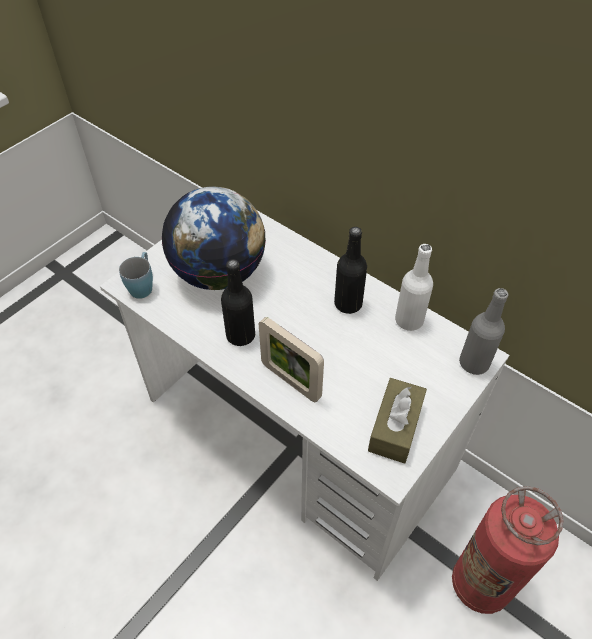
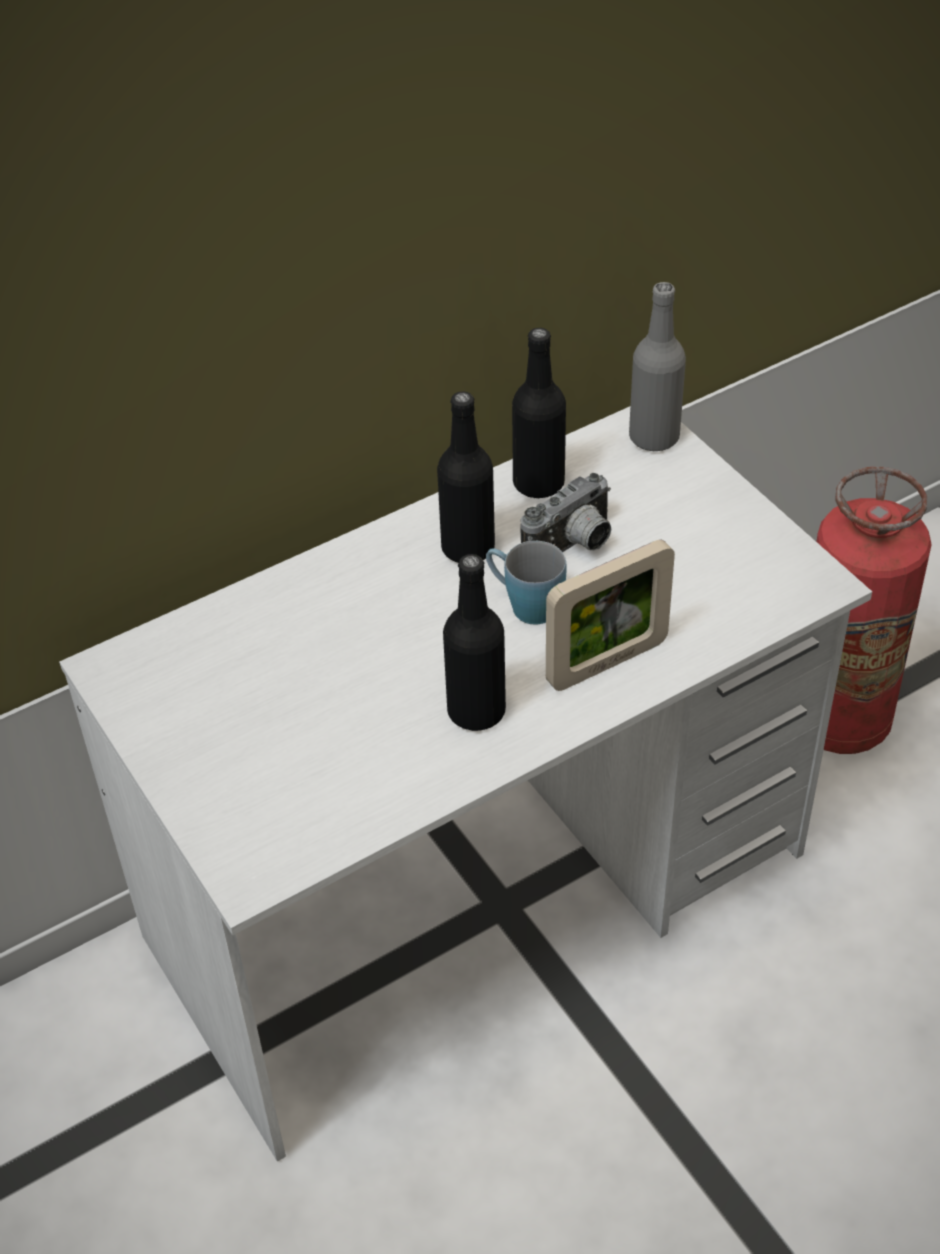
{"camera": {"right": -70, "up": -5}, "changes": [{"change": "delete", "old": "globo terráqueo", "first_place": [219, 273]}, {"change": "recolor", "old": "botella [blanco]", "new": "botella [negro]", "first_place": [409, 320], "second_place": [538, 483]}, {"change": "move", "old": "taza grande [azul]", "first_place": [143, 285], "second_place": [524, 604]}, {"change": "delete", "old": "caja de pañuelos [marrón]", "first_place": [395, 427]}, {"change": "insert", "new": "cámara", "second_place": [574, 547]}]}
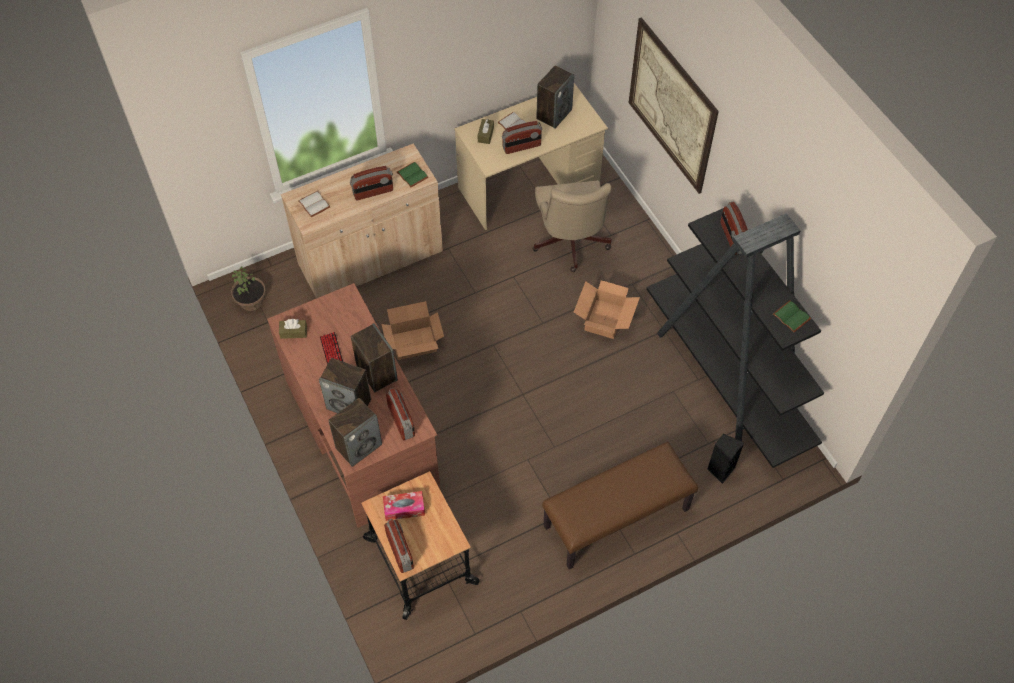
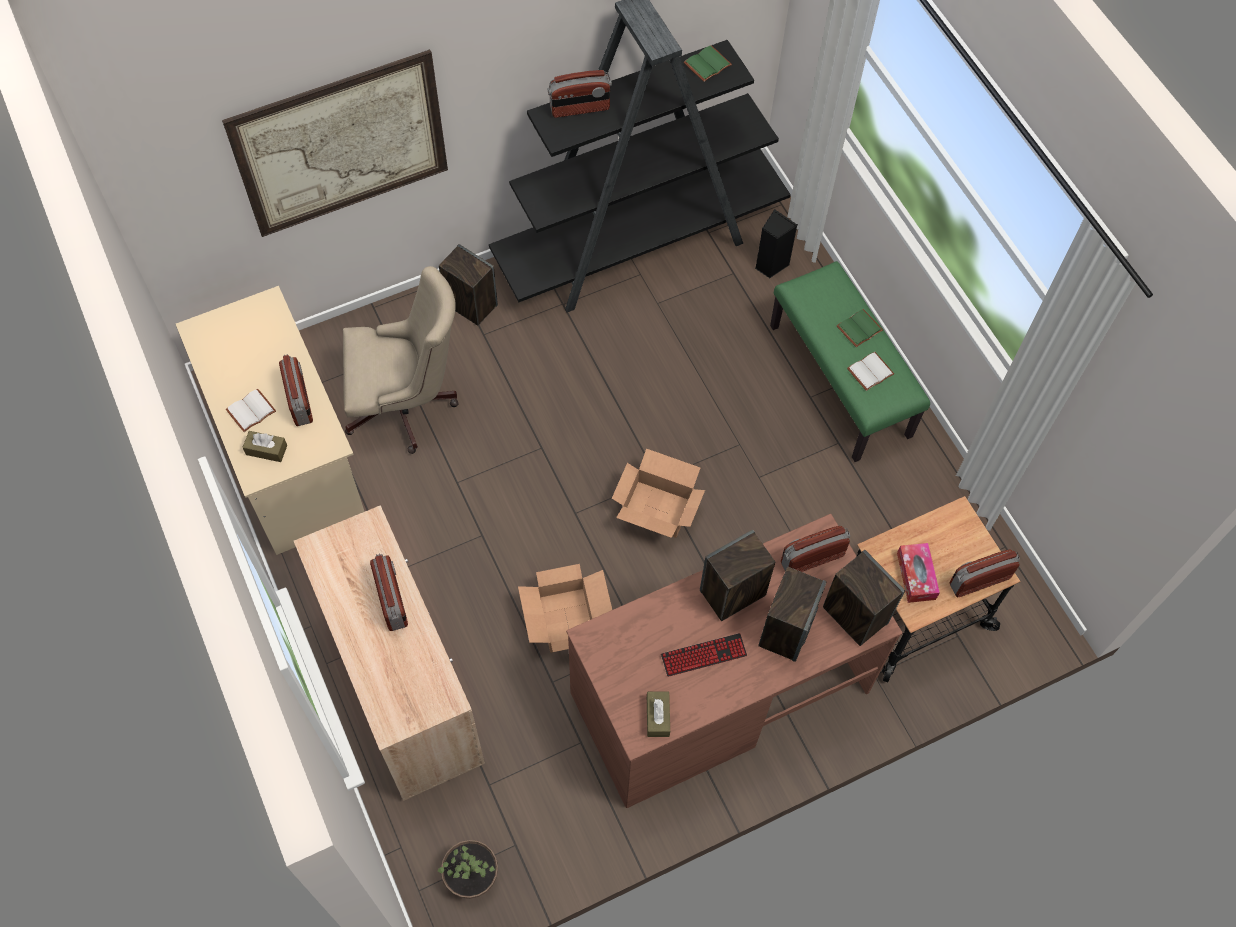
{"camera": {"right": -90, "up": 5}, "changes": [{"change": "move", "old": "altavoz", "first_place": [554, 114], "second_place": [470, 305]}, {"change": "move", "old": "libro [verde]", "first_place": [411, 175], "second_place": [859, 330]}, {"change": "move", "old": "libro [blanco]", "first_place": [315, 204], "second_place": [870, 370]}, {"change": "move", "old": "caja de cartón", "first_place": [604, 319], "second_place": [657, 510]}, {"change": "recolor", "old": "banco [marrón]", "new": "banco [verde]", "first_place": [616, 519], "second_place": [841, 381]}]}
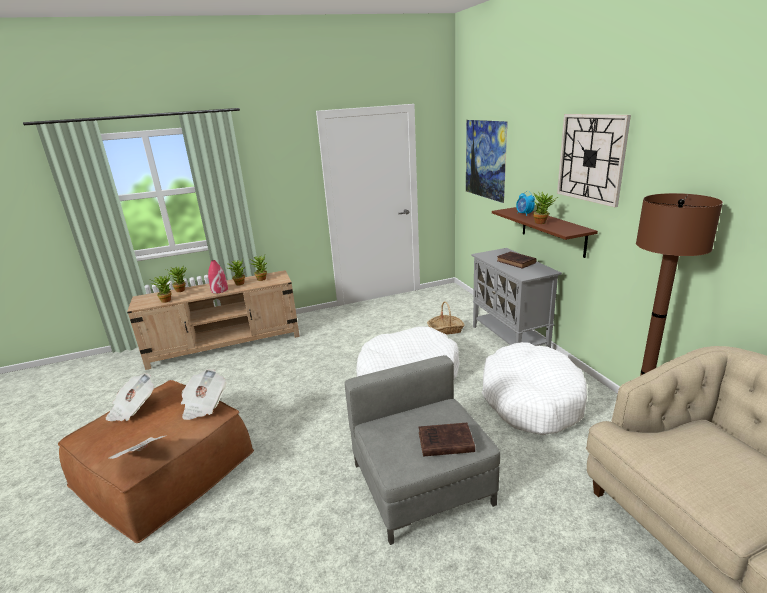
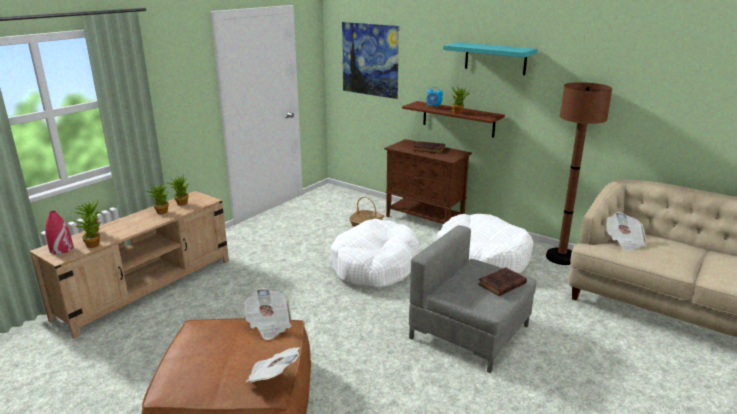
{"camera": {"right": -35, "up": 0}, "changes": [{"change": "replace", "old": "reloj de pared", "new": "estante [turquesa]", "first_place": [591, 158], "second_place": [495, 58]}, {"change": "recolor", "old": "armario [gris]", "new": "armario [marrón]", "first_place": [510, 339], "second_place": [425, 219]}, {"change": "move", "old": "florero [rojo]", "first_place": [219, 290], "second_place": [61, 249]}, {"change": "move", "old": "periódico", "first_place": [133, 409], "second_place": [624, 242]}]}
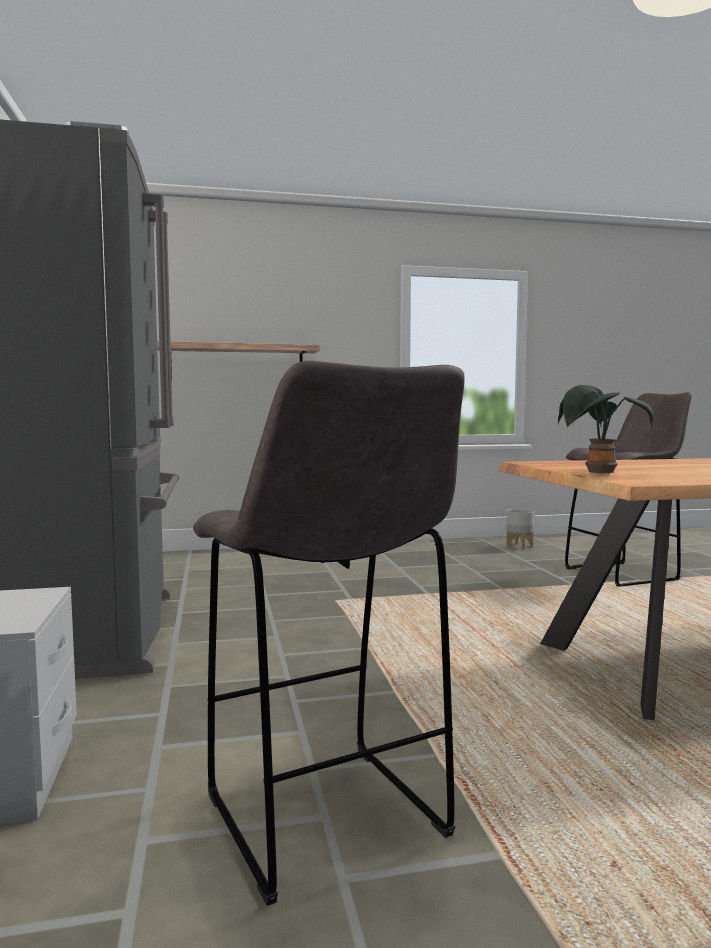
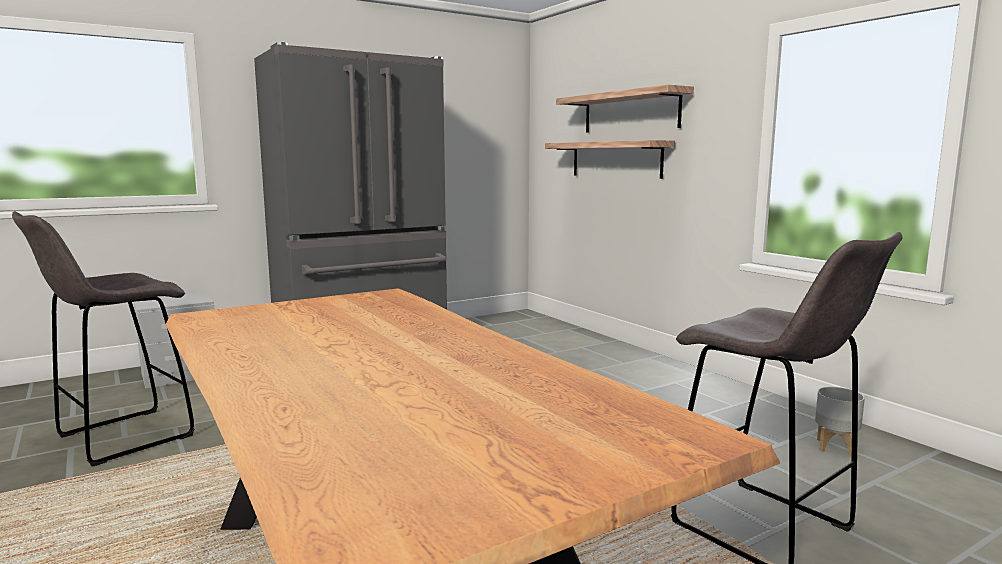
{"camera": {"right": 70, "up": 5}, "changes": [{"change": "delete", "old": "planta en maceta", "first_place": [599, 473]}, {"change": "insert", "new": "estante", "second_place": [630, 112]}]}
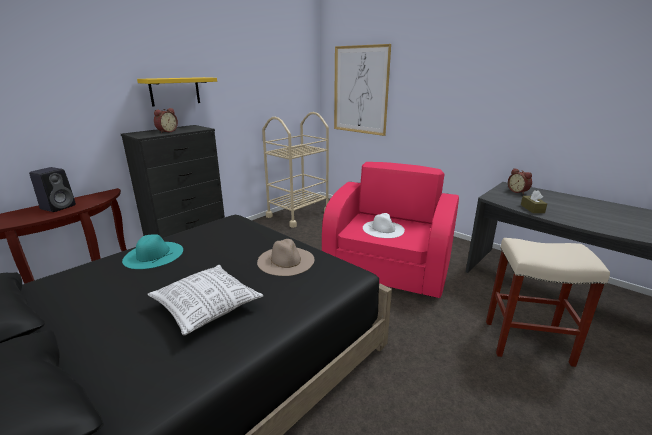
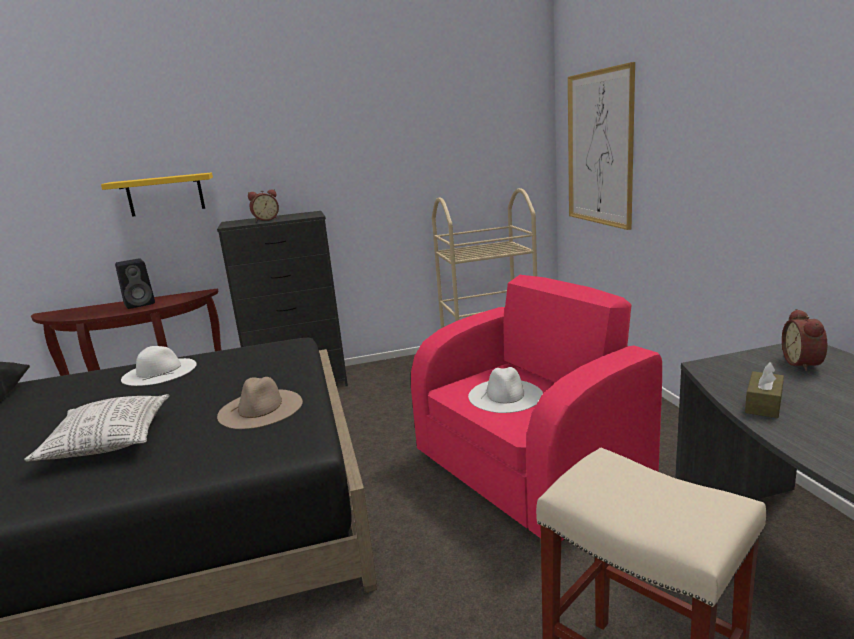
{"camera": {"right": 35, "up": -5}, "changes": [{"change": "move", "old": "estante [amarillo]", "first_place": [175, 91], "second_place": [165, 194]}, {"change": "recolor", "old": "sombrero [turquesa]", "new": "sombrero [blanco]", "first_place": [153, 255], "second_place": [159, 371]}]}
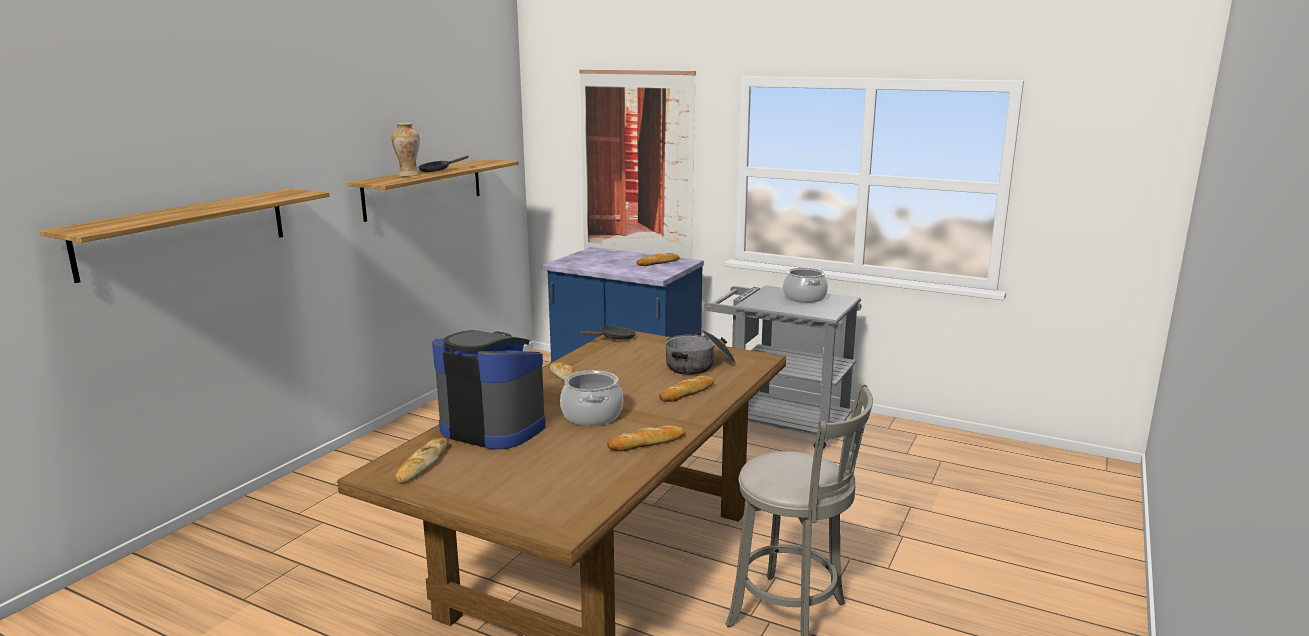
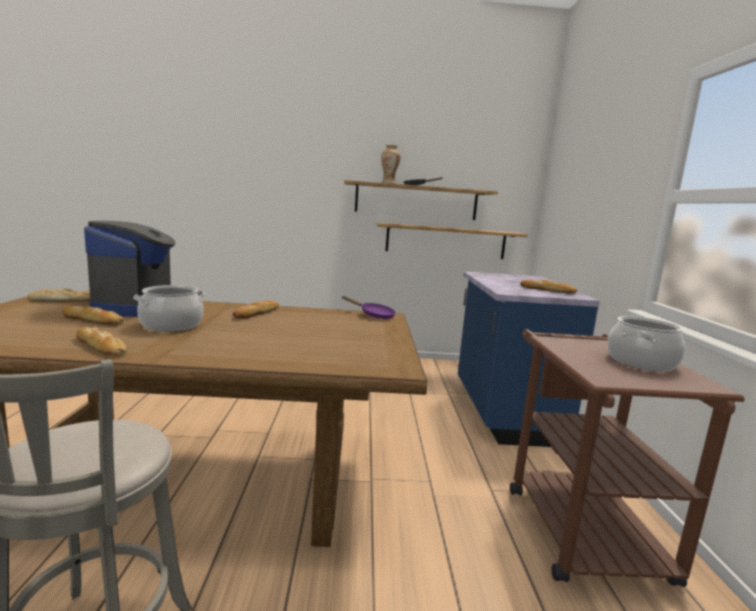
{"camera": {"right": 60, "up": -5}, "changes": [{"change": "delete", "old": "cuadro", "first_place": [636, 169]}, {"change": "move", "old": "estante", "first_place": [185, 232], "second_place": [445, 241]}, {"change": "recolor", "old": "carrito [gris]", "new": "carrito [marrón]", "first_place": [779, 424], "second_place": [577, 522]}, {"change": "recolor", "old": "sartén [negro]", "new": "sartén [morado]", "first_place": [614, 338], "second_place": [373, 315]}, {"change": "delete", "old": "olla", "first_place": [699, 366]}, {"change": "move", "old": "pan", "first_place": [687, 393], "second_place": [92, 320]}]}
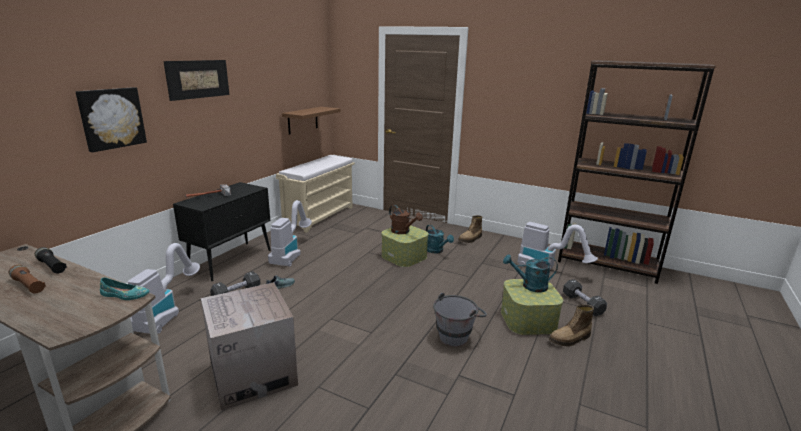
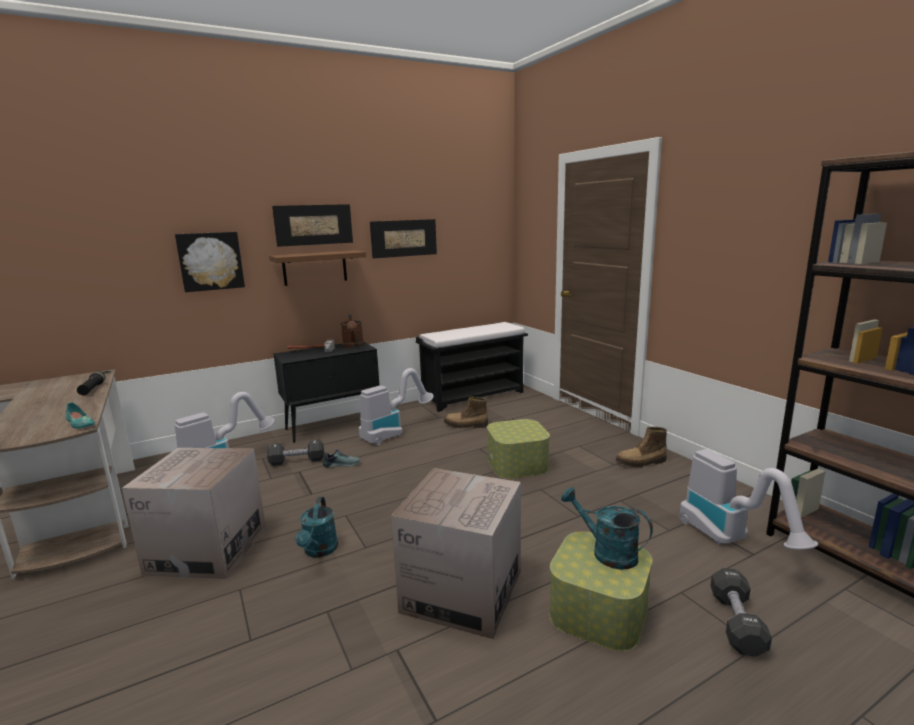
{"camera": {"right": 35, "up": -5}, "changes": [{"change": "move", "old": "estante [marrón]", "first_place": [302, 120], "second_place": [315, 268]}, {"change": "recolor", "old": "banco [beis]", "new": "banco [negro]", "first_place": [319, 216], "second_place": [474, 396]}, {"change": "move", "old": "regadera [marrón]", "first_place": [403, 231], "second_place": [353, 346]}, {"change": "move", "old": "regadera [turquesa]", "first_place": [437, 251], "second_place": [319, 551]}, {"change": "delete", "old": "linterna [marrón]", "first_place": [28, 285]}, {"change": "replace", "old": "cubo [gris]", "new": "caja de cartón", "first_place": [457, 335], "second_place": [462, 591]}, {"change": "move", "old": "bota", "first_place": [570, 339], "second_place": [465, 425]}, {"change": "insert", "new": "cuadro", "second_place": [404, 238]}]}
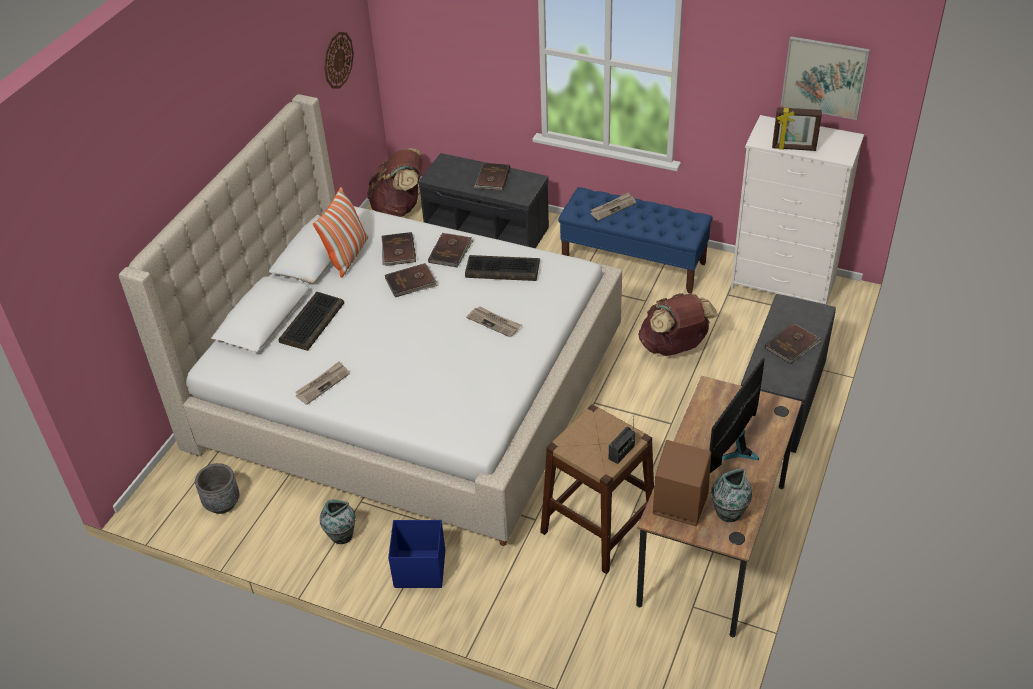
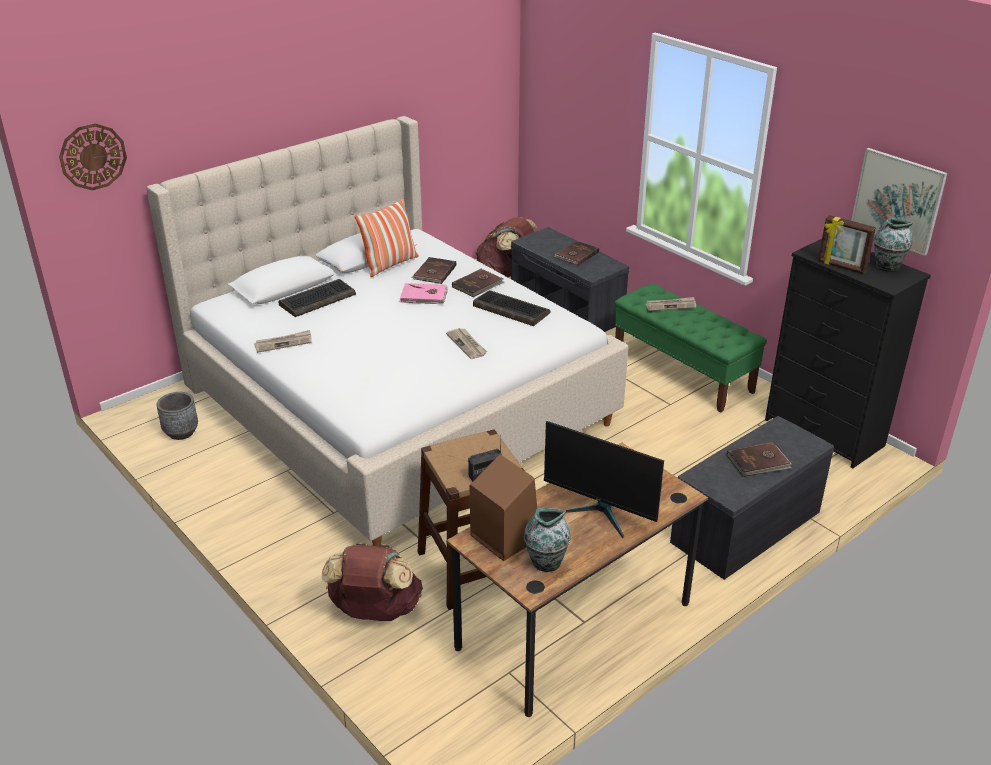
{"camera": {"right": 25, "up": -10}, "changes": [{"change": "move", "old": "reloj de pared", "first_place": [338, 60], "second_place": [93, 156]}, {"change": "recolor", "old": "cómoda [blanco]", "new": "cómoda [negro]", "first_place": [784, 284], "second_place": [824, 433]}, {"change": "recolor", "old": "banco [azul]", "new": "banco [verde]", "first_place": [634, 263], "second_place": [683, 372]}, {"change": "recolor", "old": "libro [marrón]", "new": "libro [rosa]", "first_place": [411, 282], "second_place": [424, 296]}, {"change": "move", "old": "mochila [marrón]", "first_place": [674, 347], "second_place": [375, 612]}, {"change": "rotate", "old": "monitor", "first_place": [734, 449], "second_place": [600, 512], "degrees": -120}, {"change": "move", "old": "florero", "first_place": [341, 536], "second_place": [886, 267]}, {"change": "delete", "old": "caja de almacenaje [azul]", "first_place": [419, 569]}]}
